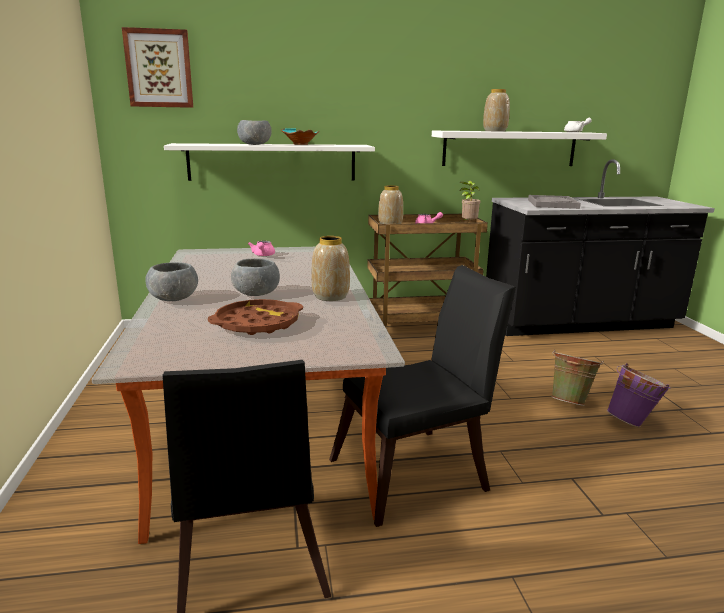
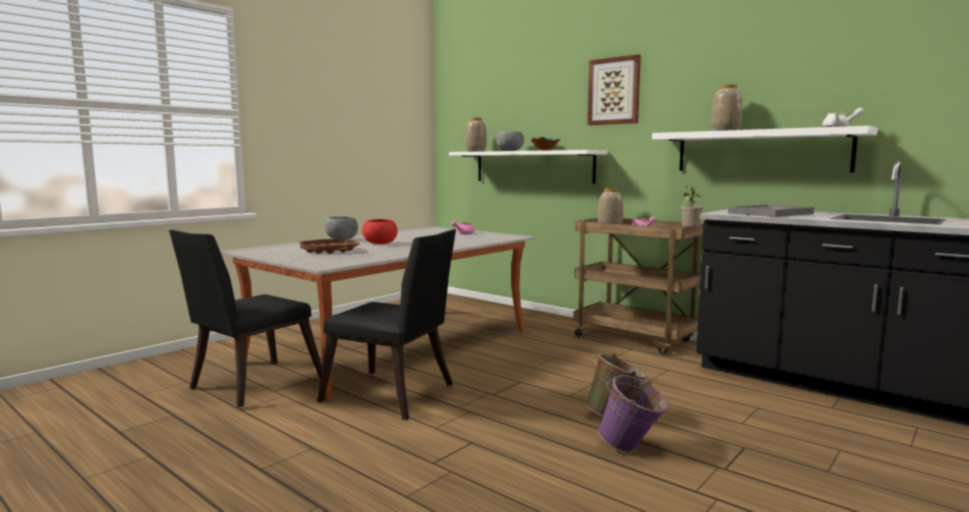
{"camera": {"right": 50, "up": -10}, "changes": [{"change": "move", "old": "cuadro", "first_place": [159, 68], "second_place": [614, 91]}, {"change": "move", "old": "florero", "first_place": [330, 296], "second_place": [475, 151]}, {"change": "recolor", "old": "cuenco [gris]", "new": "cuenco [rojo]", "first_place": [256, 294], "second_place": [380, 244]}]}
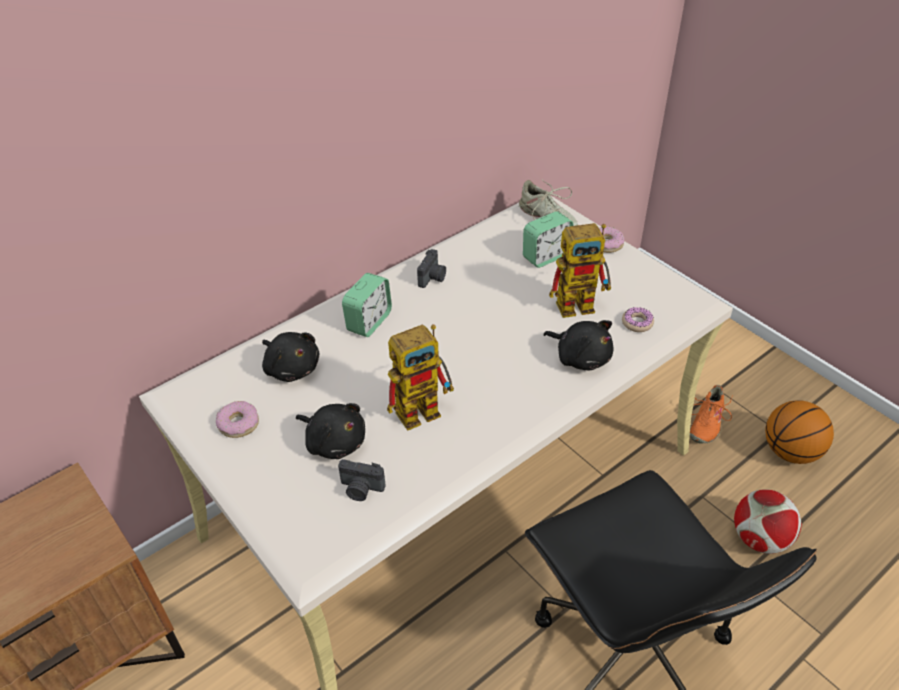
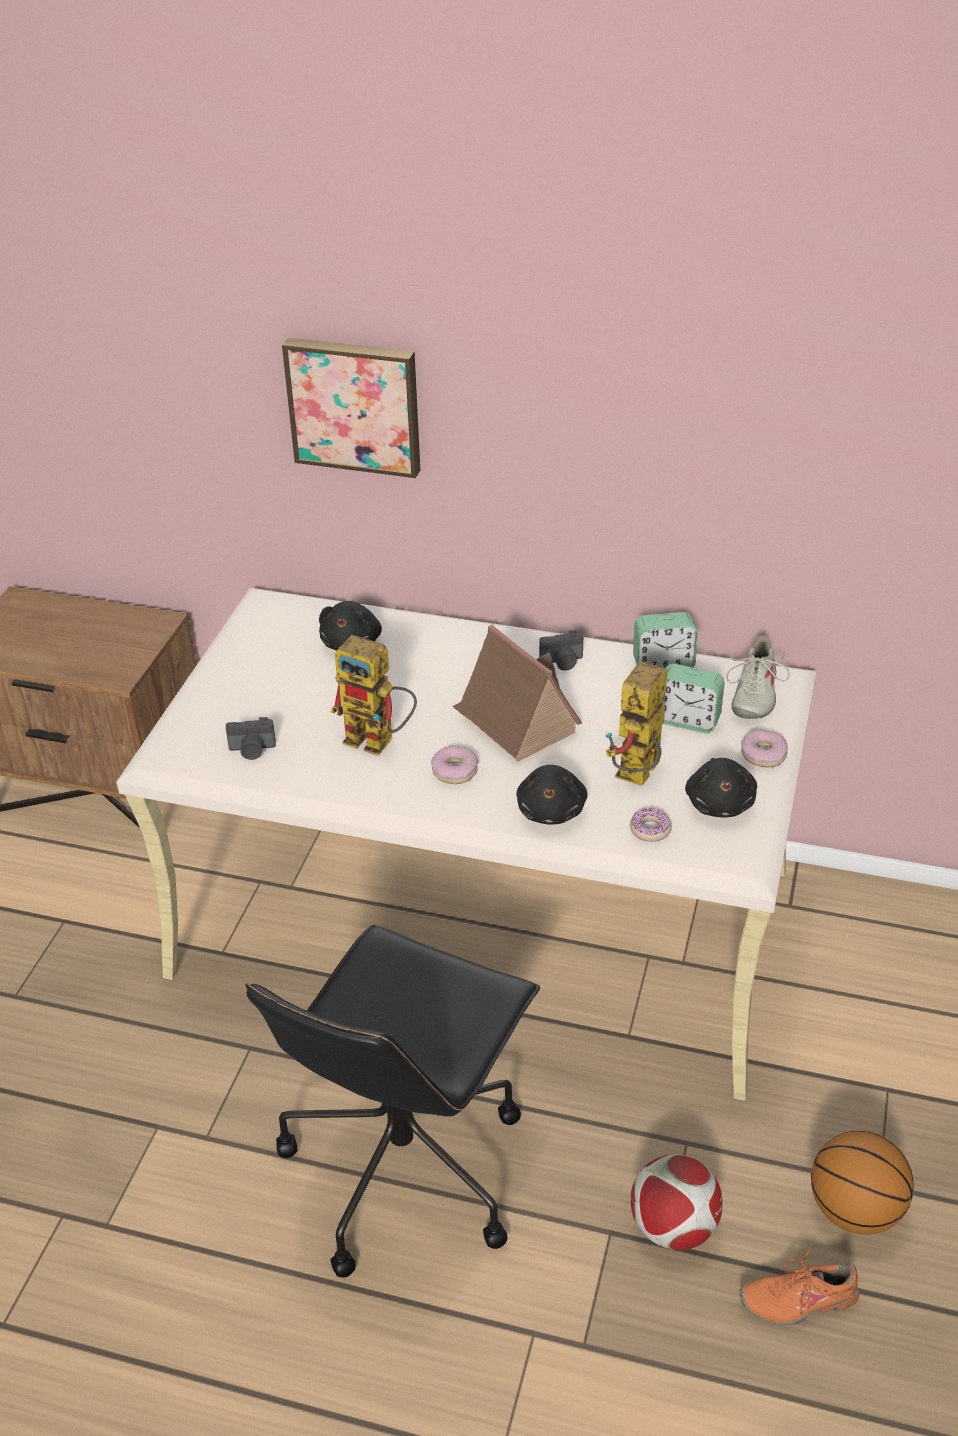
{"camera": {"right": 55, "up": -5}, "changes": [{"change": "rotate", "old": "robot de juguete", "first_place": [582, 303], "second_place": [637, 777], "degrees": 75}, {"change": "move", "old": "despertador", "first_place": [369, 322], "second_place": [663, 664]}, {"change": "move", "old": "zapato [naranja]", "first_place": [706, 422], "second_place": [799, 1299]}, {"change": "move", "old": "rosquilla", "first_place": [239, 424], "second_place": [455, 771]}, {"change": "move", "old": "peluche [negro]", "first_place": [334, 442], "second_place": [720, 803]}, {"change": "rotate", "old": "cámara", "first_place": [361, 489], "second_place": [252, 750], "degrees": -75}, {"change": "insert", "new": "cuadro", "second_place": [355, 405]}, {"change": "insert", "new": "casita", "second_place": [515, 721]}]}
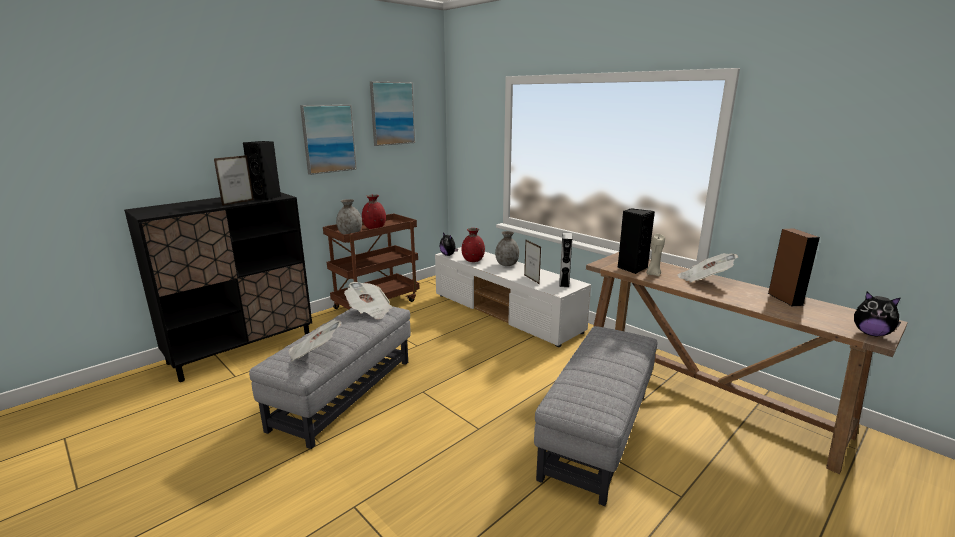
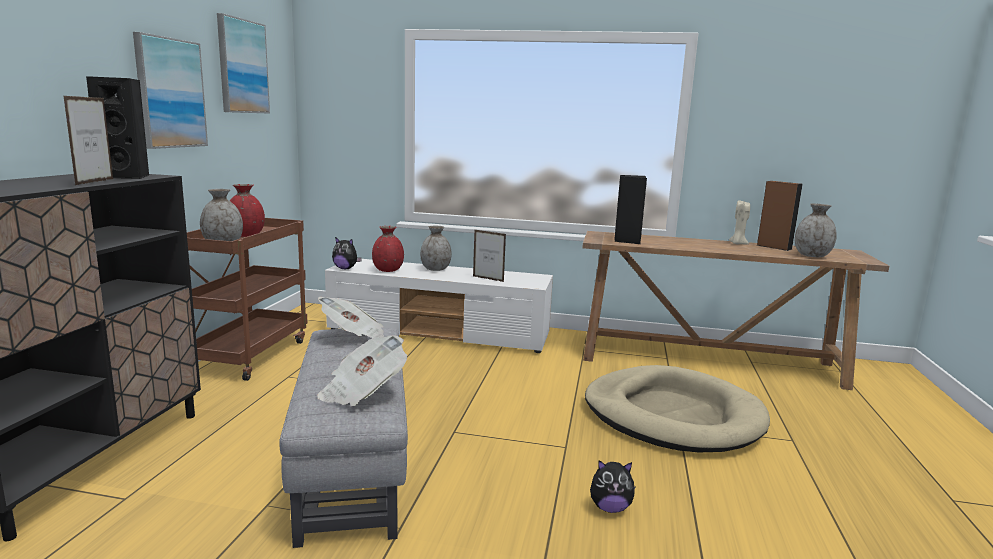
{"camera": {"right": -35, "up": -5}, "changes": [{"change": "delete", "old": "altavoz [gris]", "first_place": [564, 282]}, {"change": "move", "old": "vela [beis]", "first_place": [653, 274], "second_place": [737, 244]}, {"change": "delete", "old": "periódico", "first_place": [704, 280]}, {"change": "move", "old": "peluche", "first_place": [871, 334], "second_place": [610, 508]}, {"change": "replace", "old": "puf [gris]", "new": "cama para perro [beis]", "first_place": [596, 433], "second_place": [672, 415]}, {"change": "insert", "new": "florero [gris]", "second_place": [811, 256]}]}
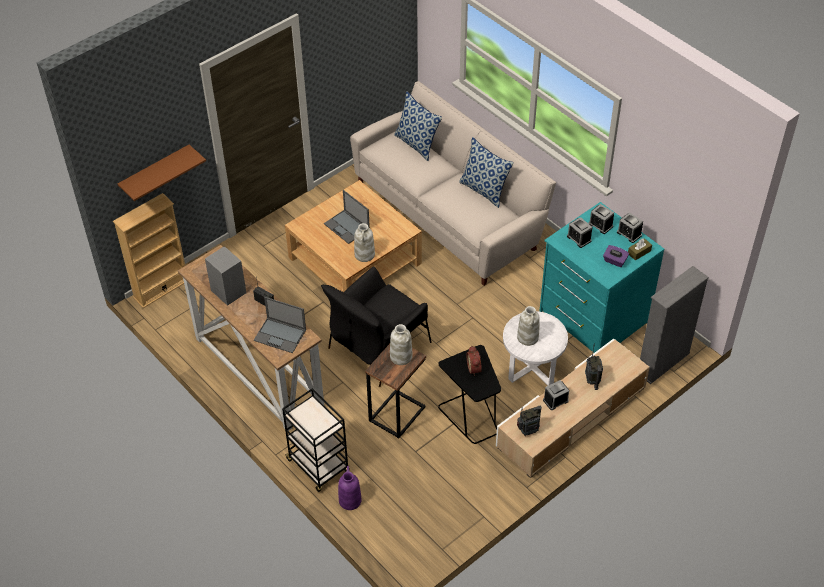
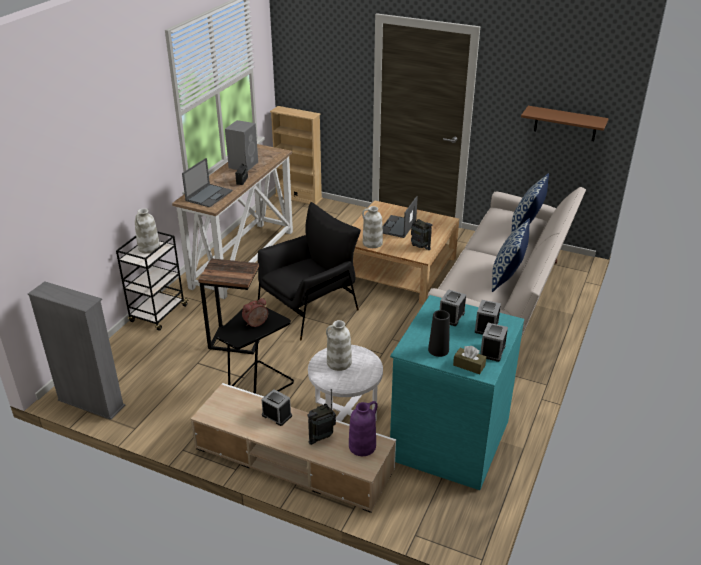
{"camera": {"right": 65, "up": -15}, "changes": [{"change": "move", "old": "estante [marrón]", "first_place": [155, 173], "second_place": [565, 123]}, {"change": "replace", "old": "caja de pañuelos [morado]", "new": "florero [negro]", "first_place": [614, 261], "second_place": [438, 350]}, {"change": "rotate", "old": "sillón [negro]", "first_place": [379, 346], "second_place": [308, 308], "degrees": 120}, {"change": "move", "old": "estantería [gris]", "first_place": [663, 363], "second_place": [91, 403]}, {"change": "rotate", "old": "portátil", "first_place": [280, 335], "second_place": [209, 195], "degrees": -150}, {"change": "move", "old": "florero [blanco]", "first_place": [401, 356], "second_place": [149, 248]}, {"change": "move", "old": "radio", "first_place": [528, 431], "second_place": [419, 247]}, {"change": "move", "old": "florero [morado]", "first_place": [349, 500], "second_place": [362, 446]}]}
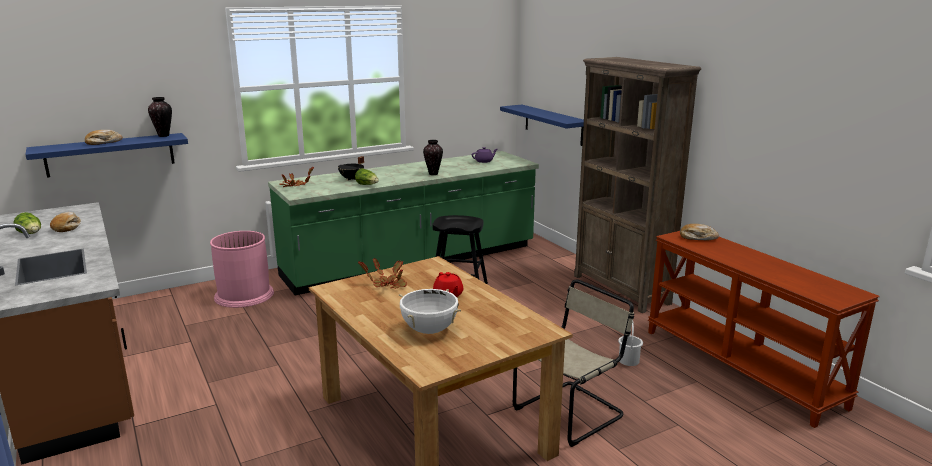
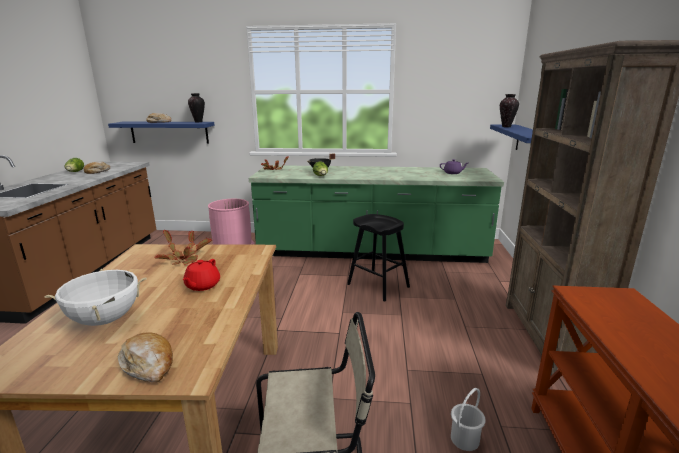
{"camera": {"right": 35, "up": 0}, "changes": [{"change": "move", "old": "florero", "first_place": [433, 174], "second_place": [506, 126]}, {"change": "move", "old": "pan", "first_place": [697, 237], "second_place": [148, 364]}]}
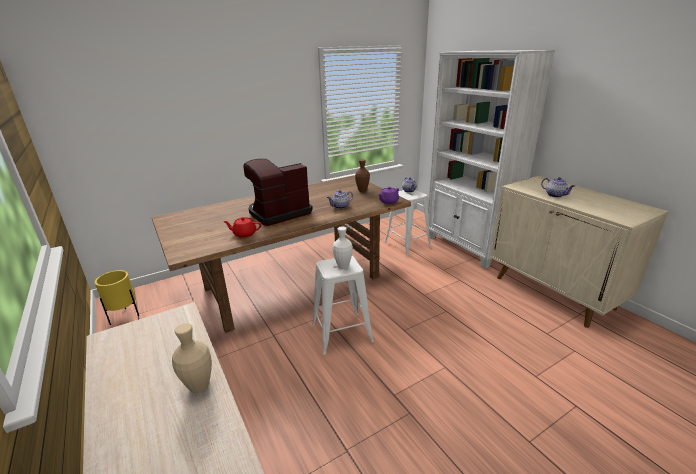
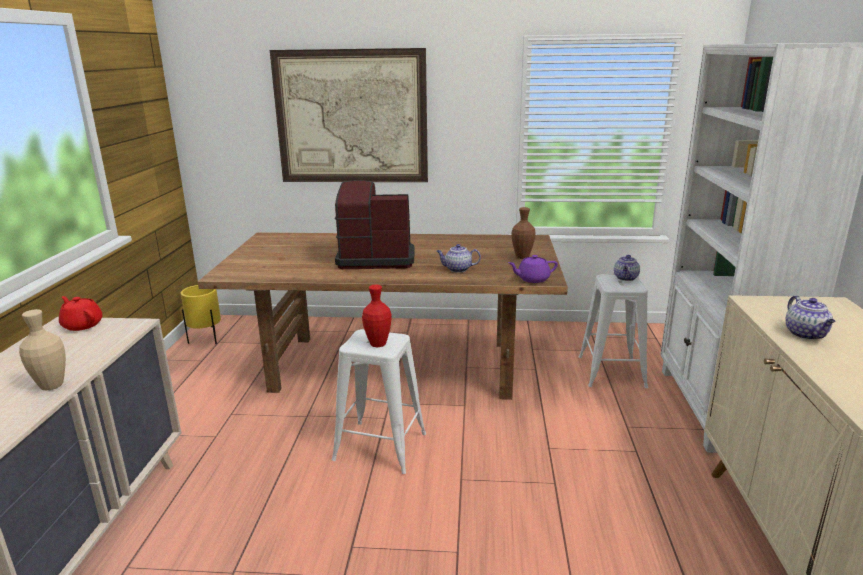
{"camera": {"right": 35, "up": -5}, "changes": [{"change": "move", "old": "tetera [rojo]", "first_place": [244, 234], "second_place": [82, 325]}, {"change": "recolor", "old": "florero [blanco]", "new": "florero [rojo]", "first_place": [343, 266], "second_place": [378, 344]}, {"change": "insert", "new": "cuadro", "second_place": [351, 117]}]}
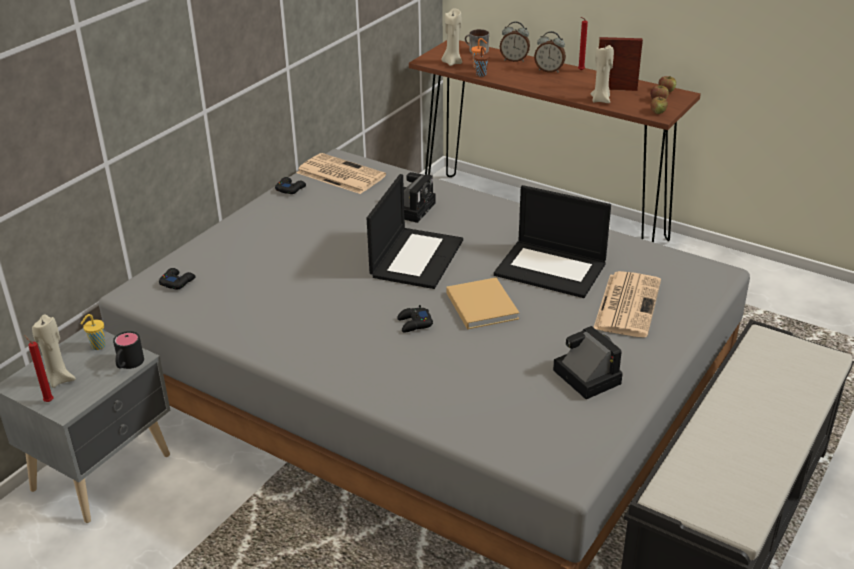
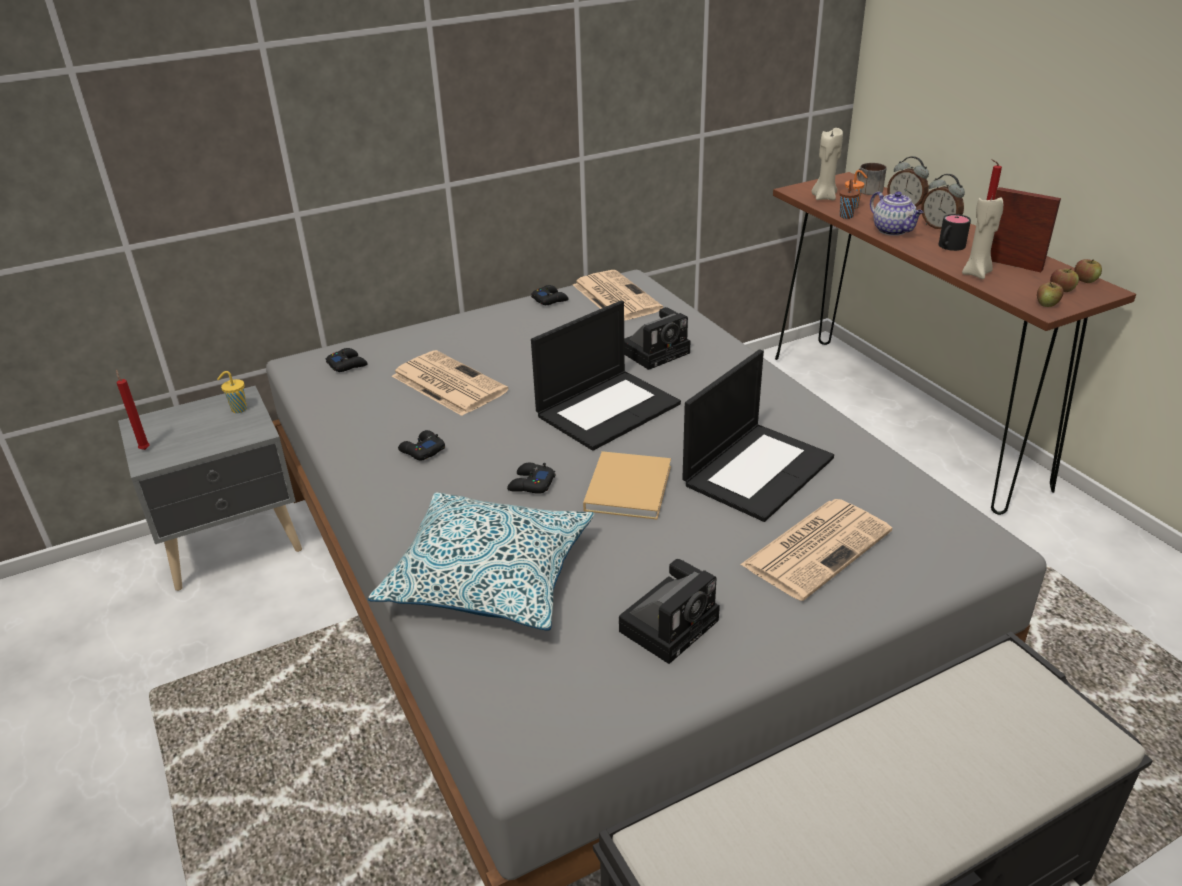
{"camera": {"right": 30, "up": 0}, "changes": [{"change": "rotate", "old": "portátil", "first_place": [552, 269], "second_place": [758, 470], "degrees": -105}, {"change": "delete", "old": "vela [beis]", "first_place": [59, 379]}, {"change": "rotate", "old": "cámara", "first_place": [584, 375], "second_place": [671, 623], "degrees": 45}, {"change": "move", "old": "taza grande [negro]", "first_place": [128, 364], "second_place": [949, 247]}, {"change": "insert", "new": "tetera", "second_place": [893, 231]}, {"change": "insert", "new": "periódico", "second_place": [447, 383]}, {"change": "insert", "new": "mando de consola [negro]", "second_place": [422, 450]}, {"change": "insert", "new": "cojín", "second_place": [489, 576]}]}
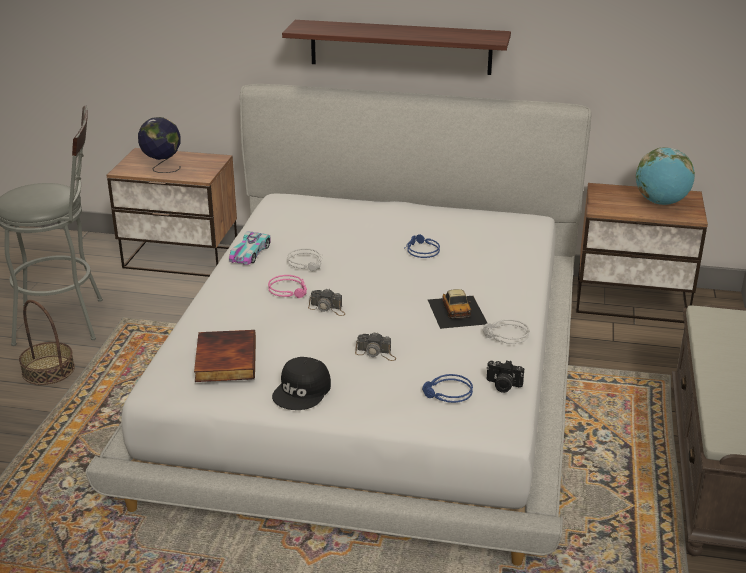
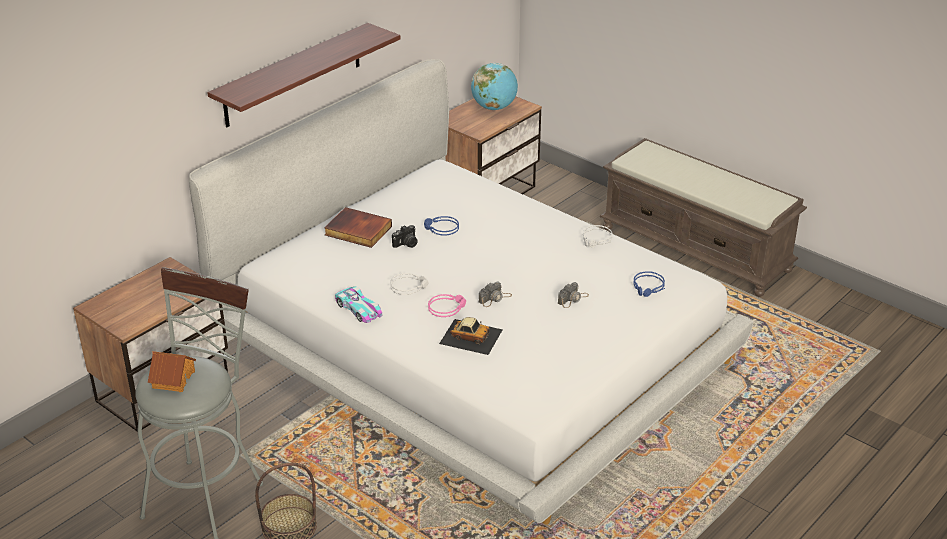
{"camera": {"right": -60, "up": 5}, "changes": [{"change": "delete", "old": "globo terráqueo", "first_place": [162, 168]}, {"change": "move", "old": "coche de juguete", "first_place": [457, 311], "second_place": [470, 336]}, {"change": "move", "old": "libro", "first_place": [224, 359], "second_place": [357, 231]}, {"change": "delete", "old": "gorra [negro]", "first_place": [303, 391]}, {"change": "move", "old": "cámara", "first_place": [503, 386], "second_place": [406, 244]}, {"change": "insert", "new": "casita", "second_place": [173, 379]}]}
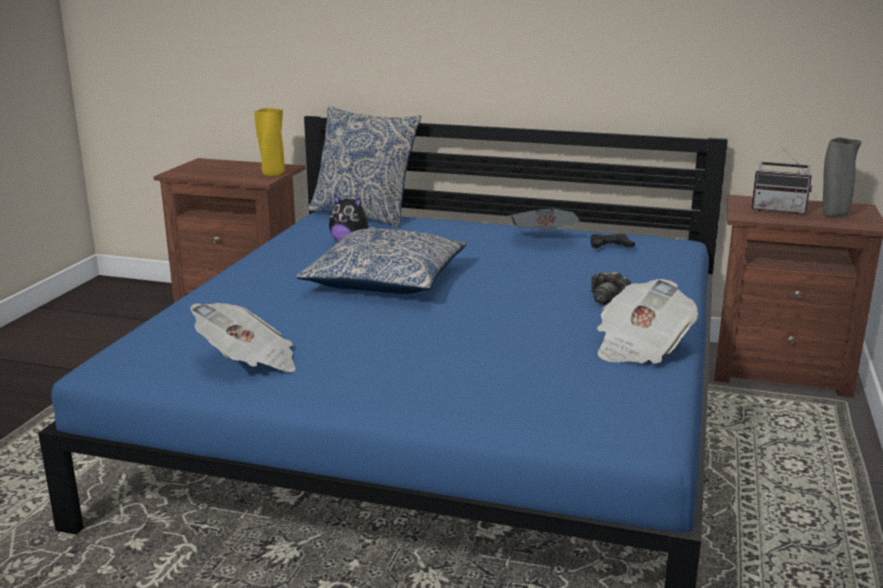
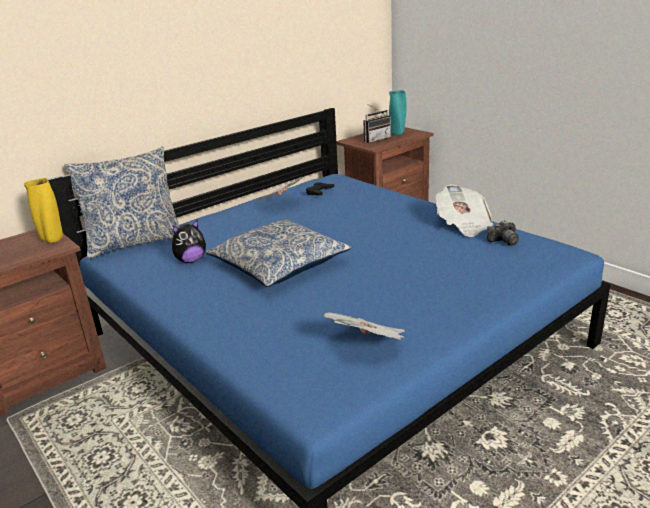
{"camera": {"right": -55, "up": 5}, "changes": [{"change": "recolor", "old": "florero [gris]", "new": "florero [turquesa]", "first_place": [833, 215], "second_place": [397, 134]}, {"change": "move", "old": "cámara", "first_place": [607, 299], "second_place": [504, 241]}]}
